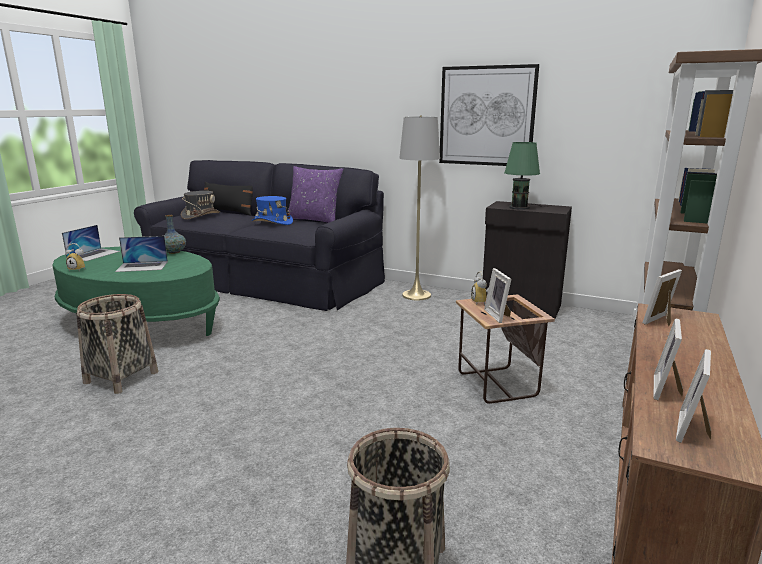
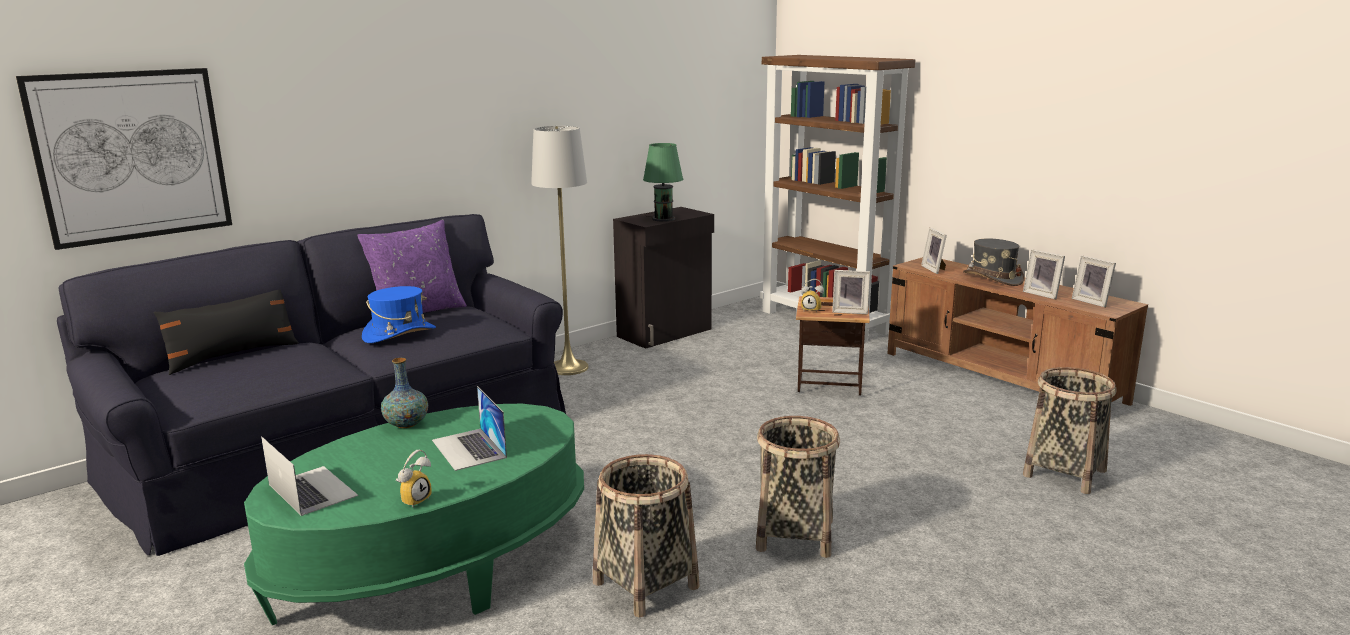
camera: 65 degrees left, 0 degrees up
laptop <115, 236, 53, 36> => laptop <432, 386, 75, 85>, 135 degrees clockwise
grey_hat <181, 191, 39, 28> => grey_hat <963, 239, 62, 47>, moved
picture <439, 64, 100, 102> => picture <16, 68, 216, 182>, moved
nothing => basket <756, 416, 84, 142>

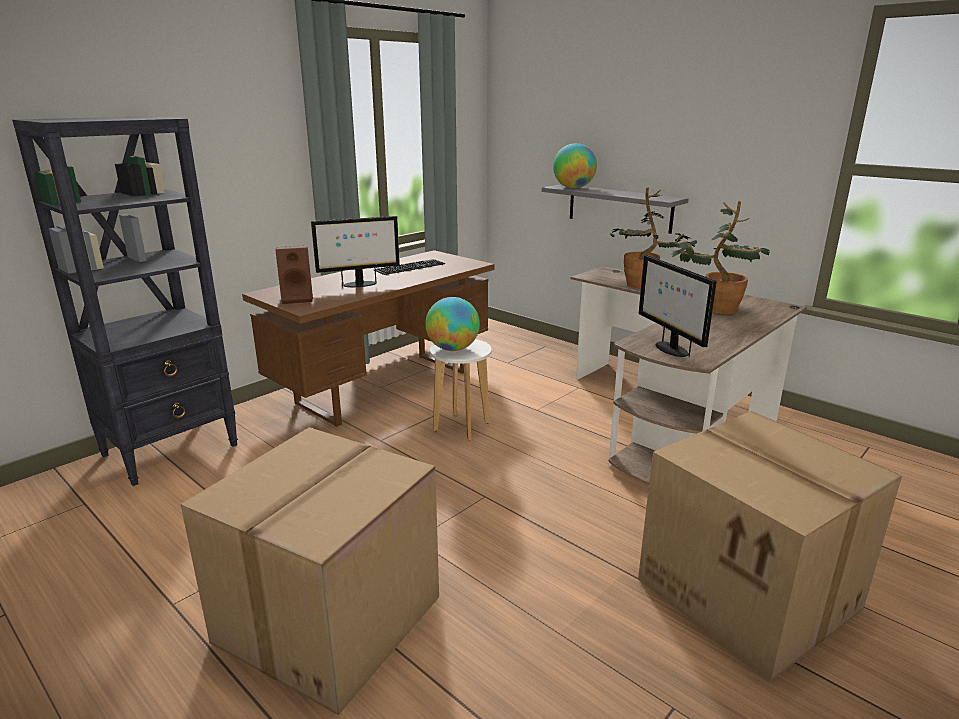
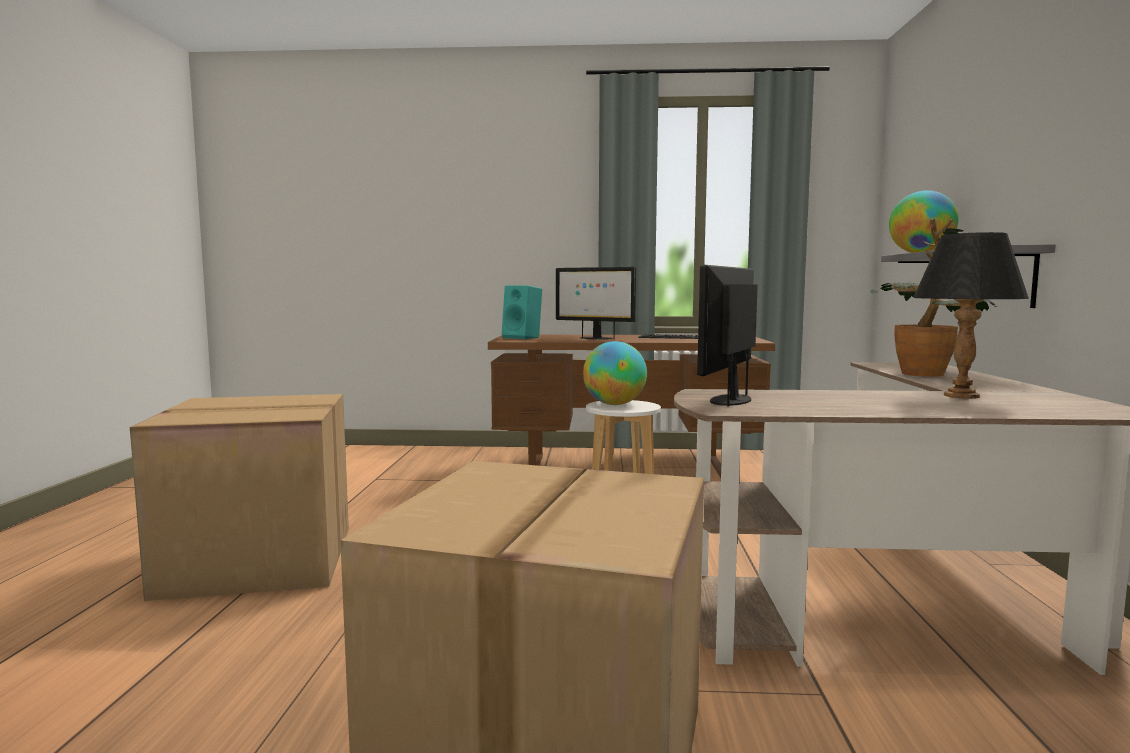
camera: 50 degrees right, 15 degrees down
black_bookcase <12, 116, 226, 370> => nothing
brown_speaker <275, 245, 38, 59> => turquoise_speaker <502, 285, 40, 54>
potted_plant <671, 201, 99, 113> => black_table_lamp <913, 232, 116, 167>

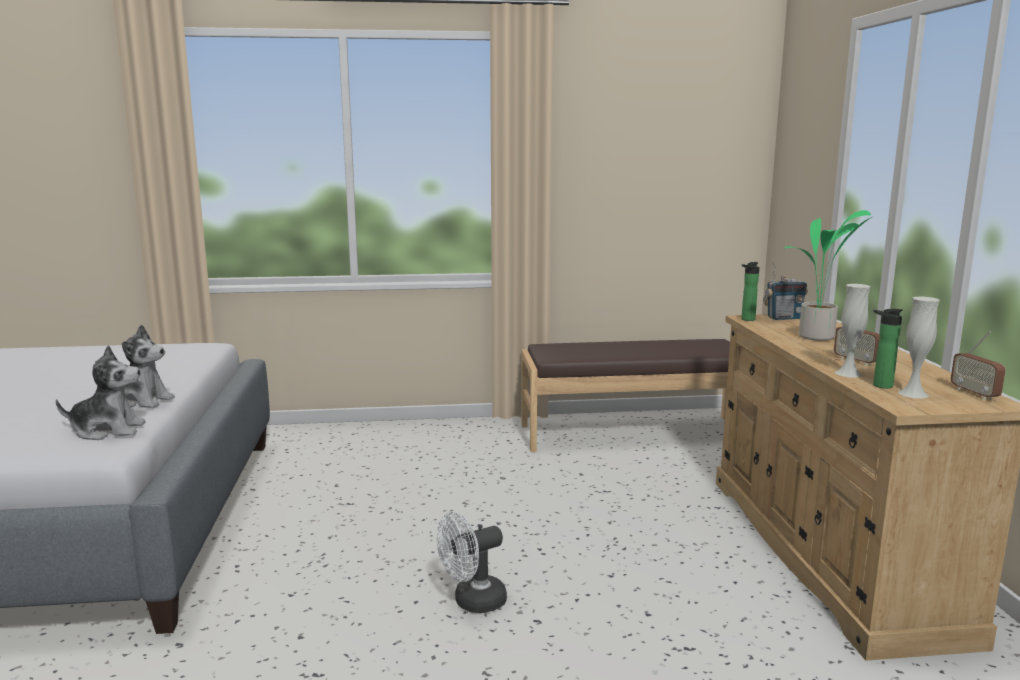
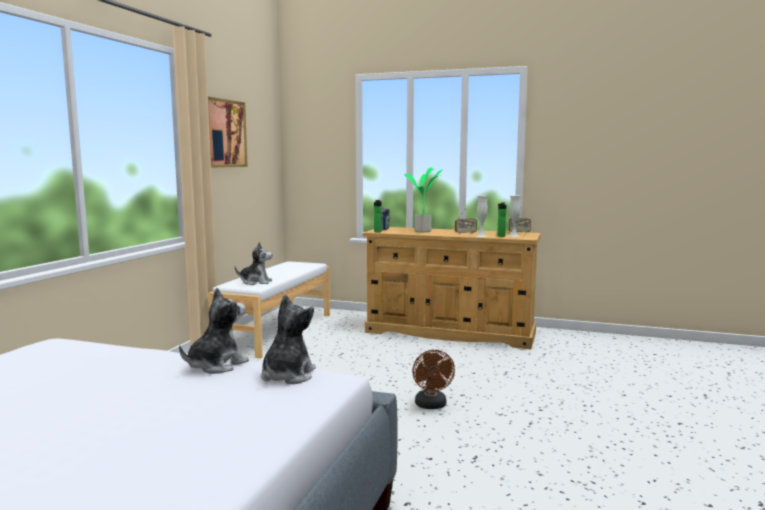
camera: 65 degrees left, 5 degrees down
white_fan <437, 512, 70, 101> => brown_fan <412, 350, 43, 59>
brown_bench <521, 339, 209, 113> => white_bench <208, 262, 122, 97>
nothing => picture <208, 97, 40, 71>
nothing => plush_toy <235, 242, 38, 43>

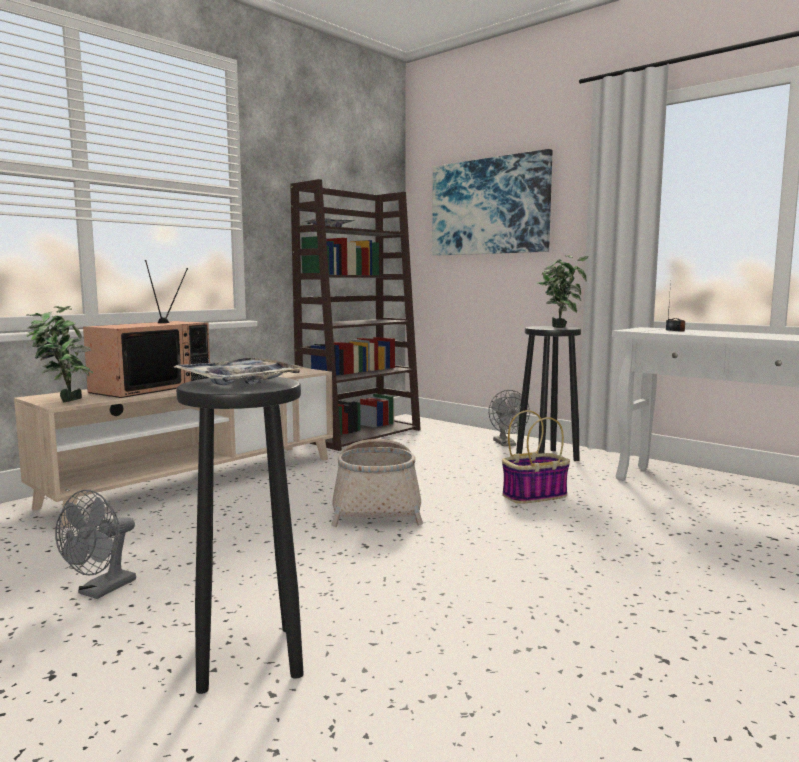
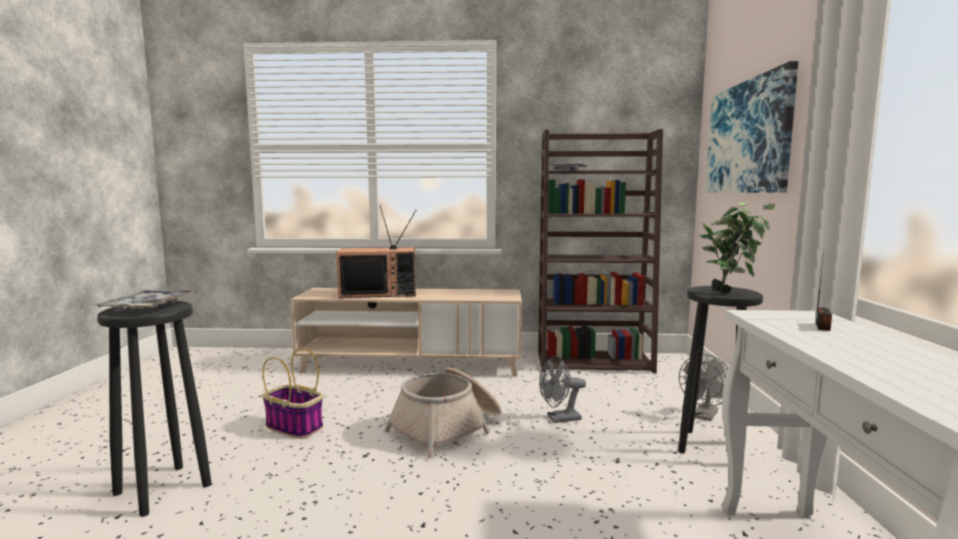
camera: 50 degrees right, 0 degrees up
potted_plant <26, 306, 67, 96> => nothing
grey_fan <55, 490, 81, 109> => grey_fan <539, 355, 47, 68>, moved
basket <502, 410, 68, 94> => basket <262, 348, 61, 91>, moved

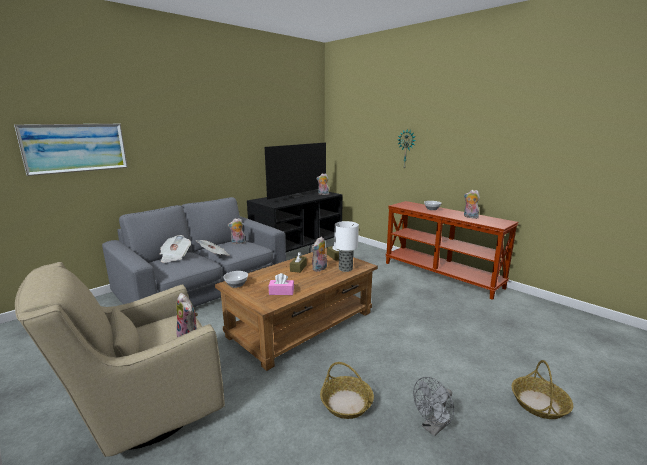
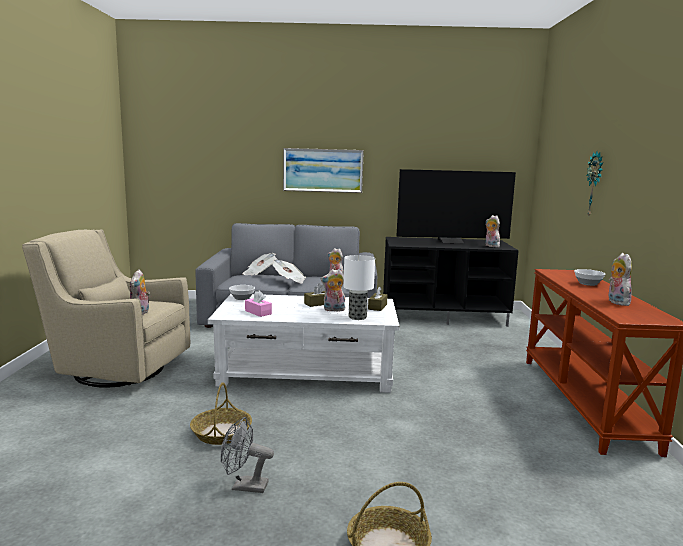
camera: 45 degrees right, 5 degrees down
picture <14, 124, 114, 52> => picture <283, 148, 81, 45>, moved
brown_coffee_table <215, 248, 163, 123> => white_coffee_table <208, 294, 192, 99>

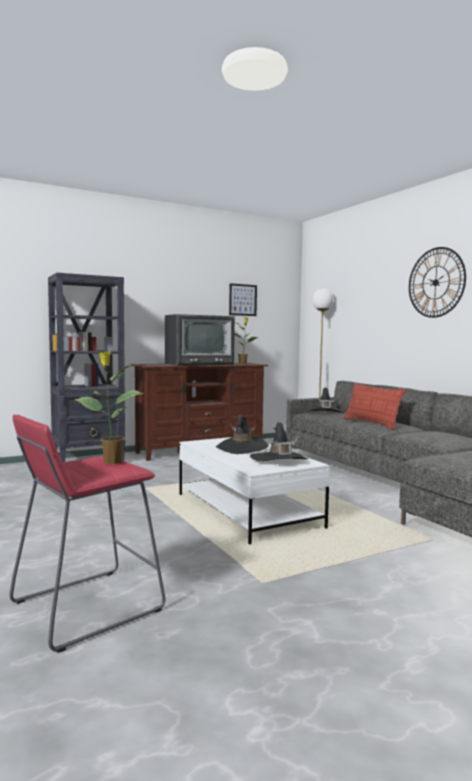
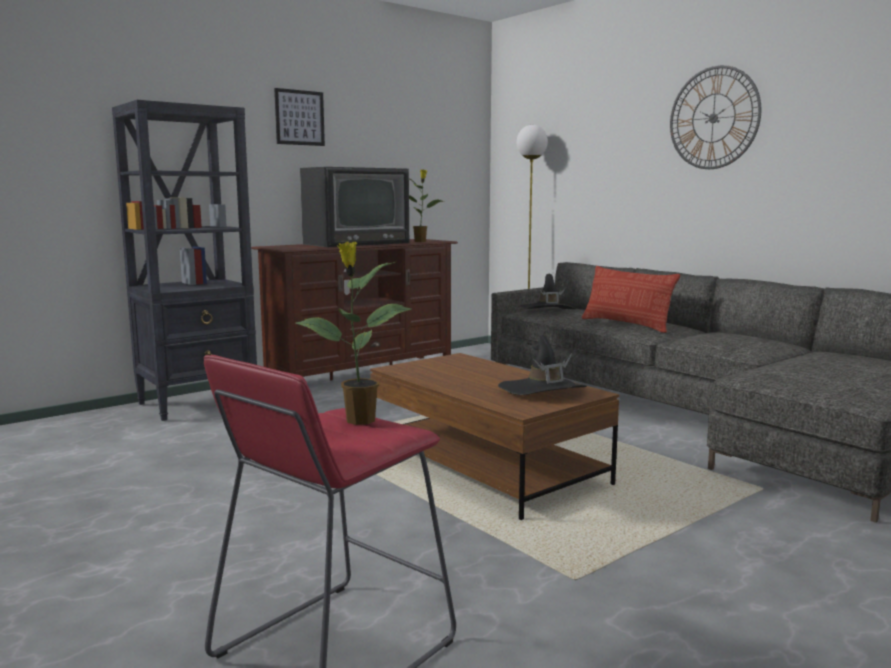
camera: 10 degrees left, 5 degrees up
white_coffee_table <179, 437, 151, 108> => brown_coffee_table <370, 353, 249, 167>
black_hat <216, 415, 53, 39> => nothing
picture <229, 283, 28, 33> => picture <274, 88, 51, 58>, moved

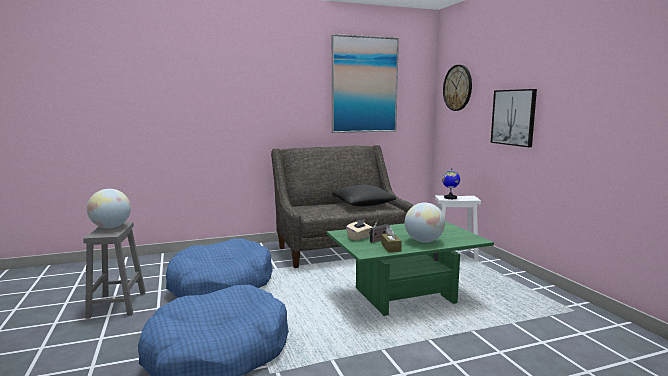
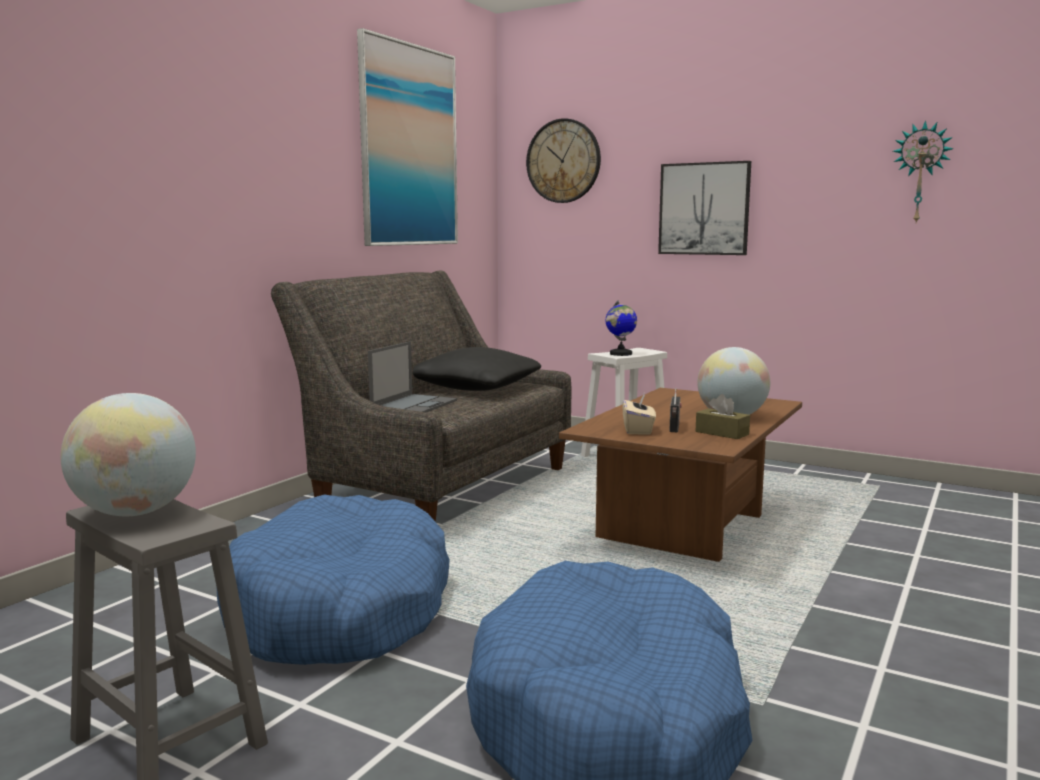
camera: 40 degrees left, 0 degrees up
green_coffee_table <327, 221, 167, 95> => brown_coffee_table <559, 388, 243, 174>
nothing => laptop <368, 341, 89, 71>
nothing => wall_clock <893, 120, 61, 102>

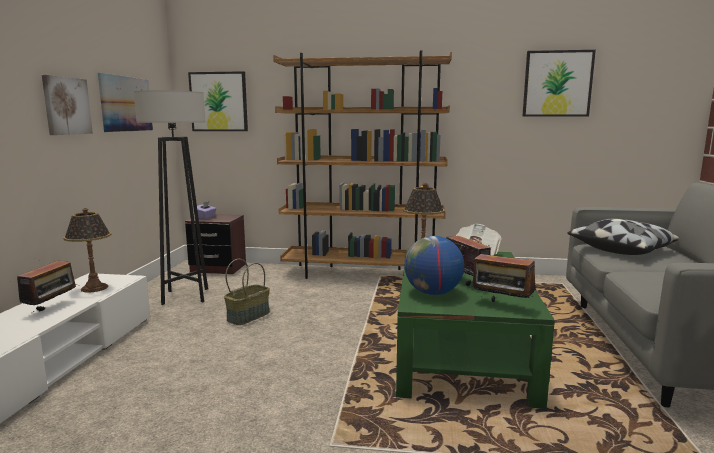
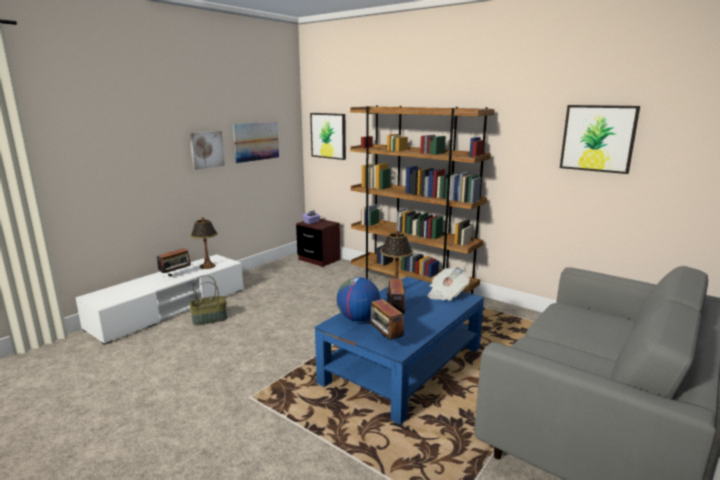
camera: 30 degrees right, 5 degrees up
grey_floor_lamp <134, 90, 74, 215> => nothing
basket <224, 259, 46, 66> => basket <189, 275, 38, 51>, moved
green_coffee_table <396, 248, 159, 161> => blue_coffee_table <315, 276, 169, 149>
pillow <567, 218, 112, 37> => nothing

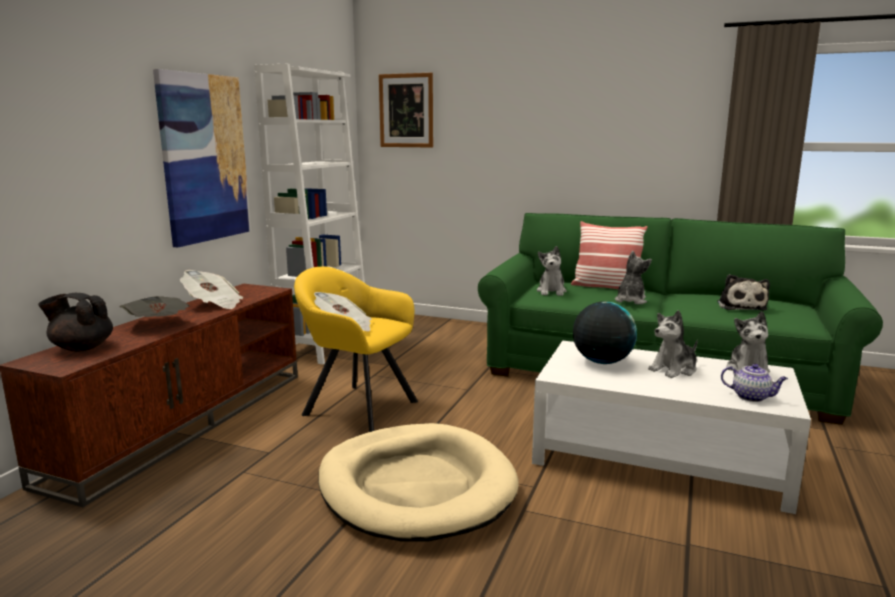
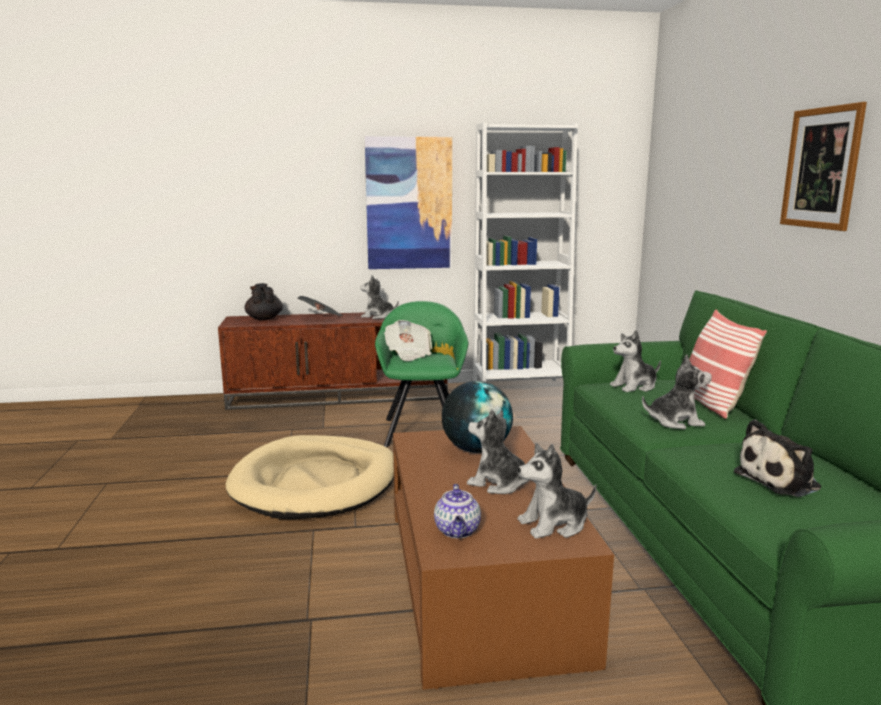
camera: 60 degrees right, 0 degrees up
newspaper <180, 270, 63, 39> => plush_toy <360, 275, 39, 44>
yellow_armchair <294, 267, 124, 165> => green_armchair <375, 301, 93, 146>
picture <379, 73, 54, 75> => picture <780, 102, 87, 129>, moved
white_coffee_table <532, 340, 279, 174> => brown_coffee_table <393, 426, 221, 264>

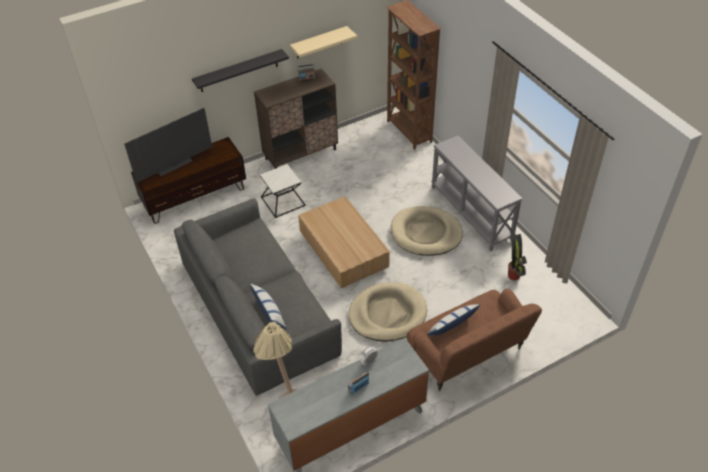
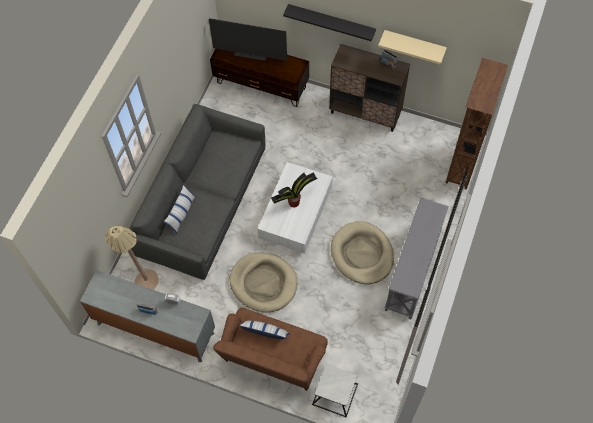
camera: 50 degrees right, 15 degrees up
side_table <260, 164, 46, 54> => side_table <312, 364, 46, 53>, moved
brown_coffee_table <298, 196, 92, 93> => white_coffee_table <258, 162, 75, 92>
potted_plant <508, 232, 19, 48> => potted_plant <271, 172, 47, 35>, moved

